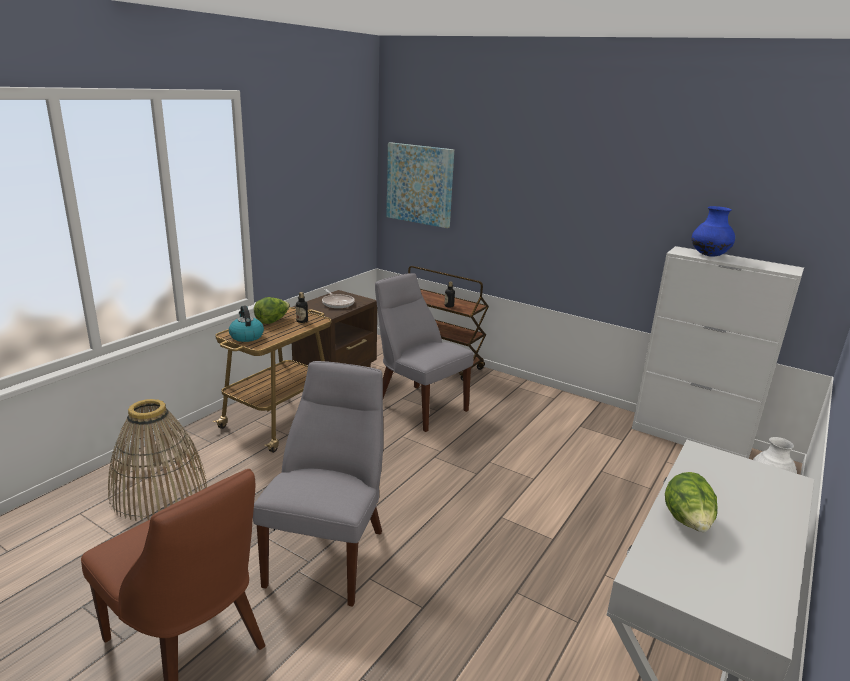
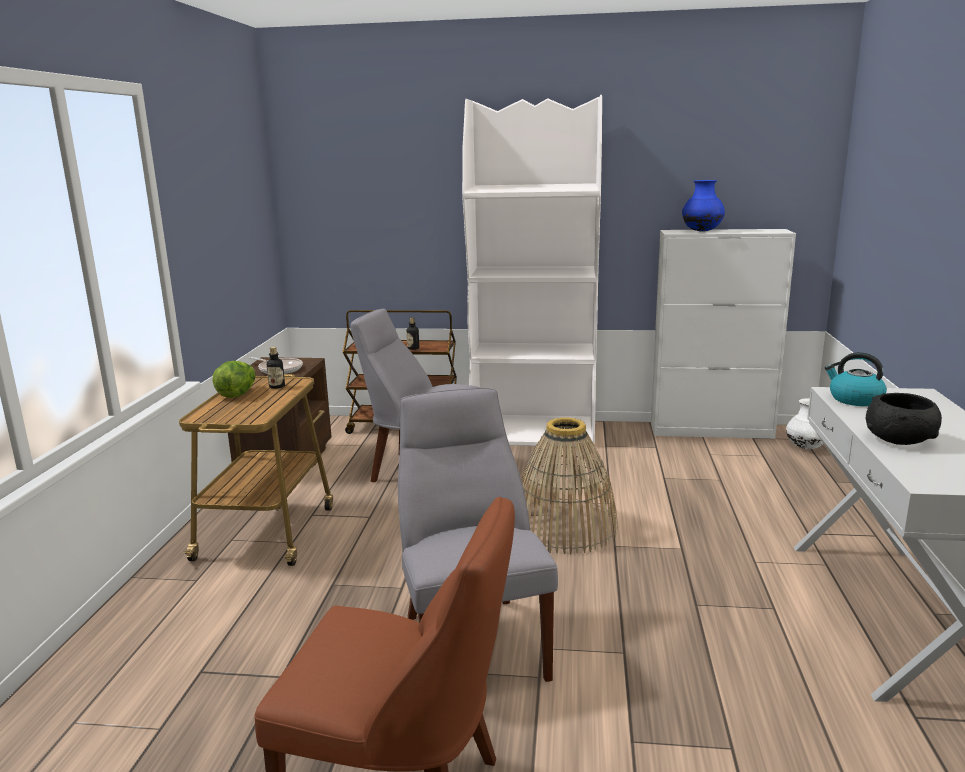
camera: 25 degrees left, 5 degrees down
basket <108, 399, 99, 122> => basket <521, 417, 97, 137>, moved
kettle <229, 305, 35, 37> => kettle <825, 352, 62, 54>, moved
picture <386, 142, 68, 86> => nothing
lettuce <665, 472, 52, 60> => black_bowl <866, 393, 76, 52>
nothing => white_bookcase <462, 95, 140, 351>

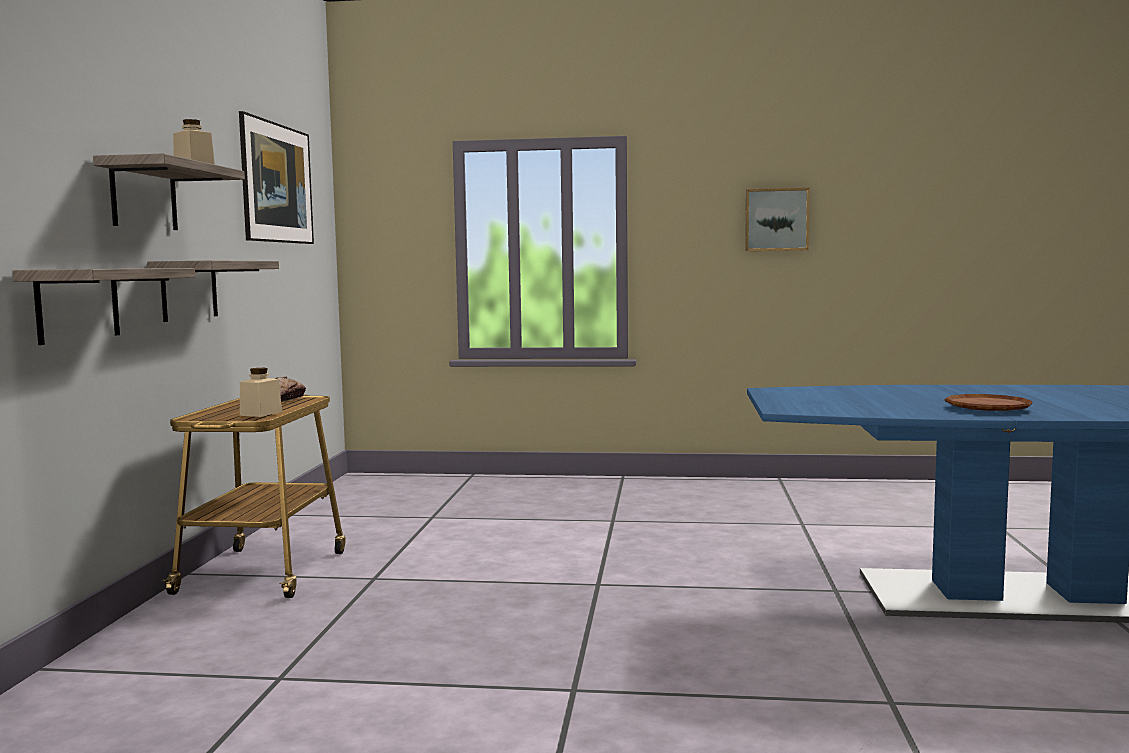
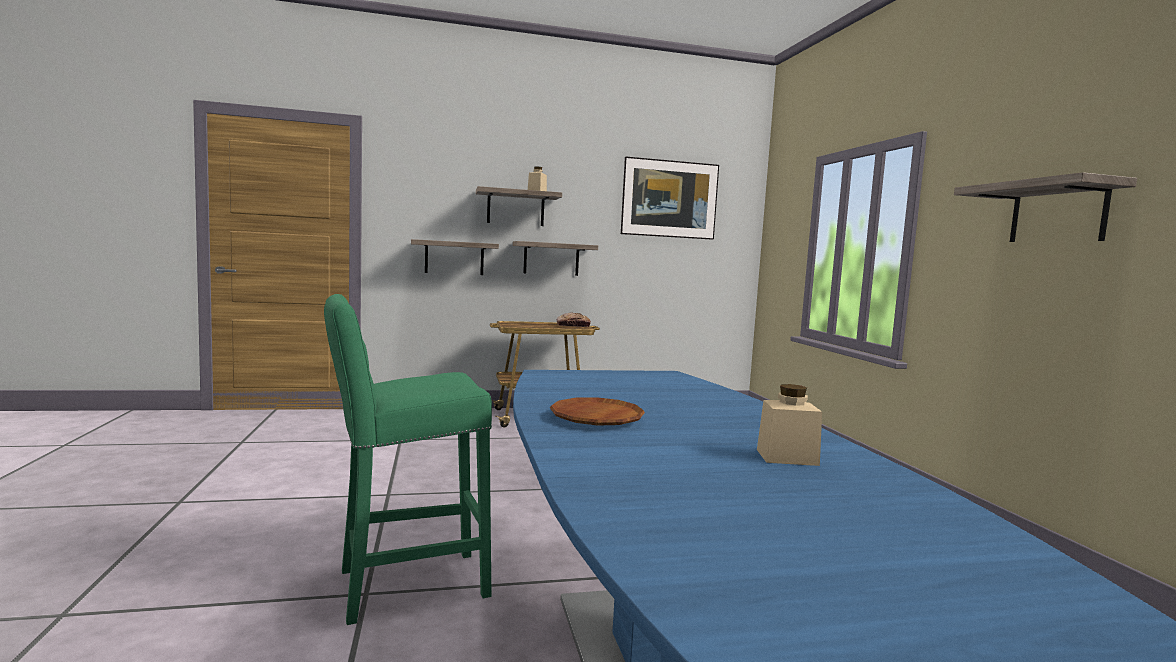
camera: 70 degrees right, 0 degrees up
beige_jar <240, 368, 42, 49> => beige_jar <757, 384, 65, 82>, moved
picture <745, 188, 65, 63> => shelf <954, 172, 183, 70>
nothing => green_stool <324, 294, 168, 331>

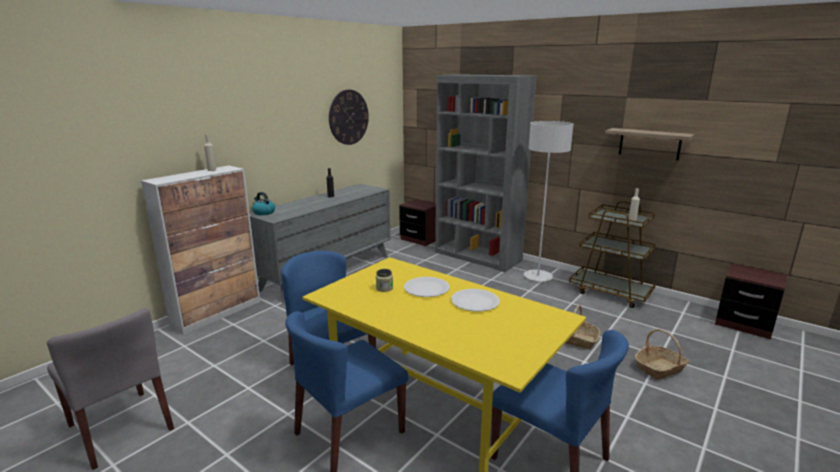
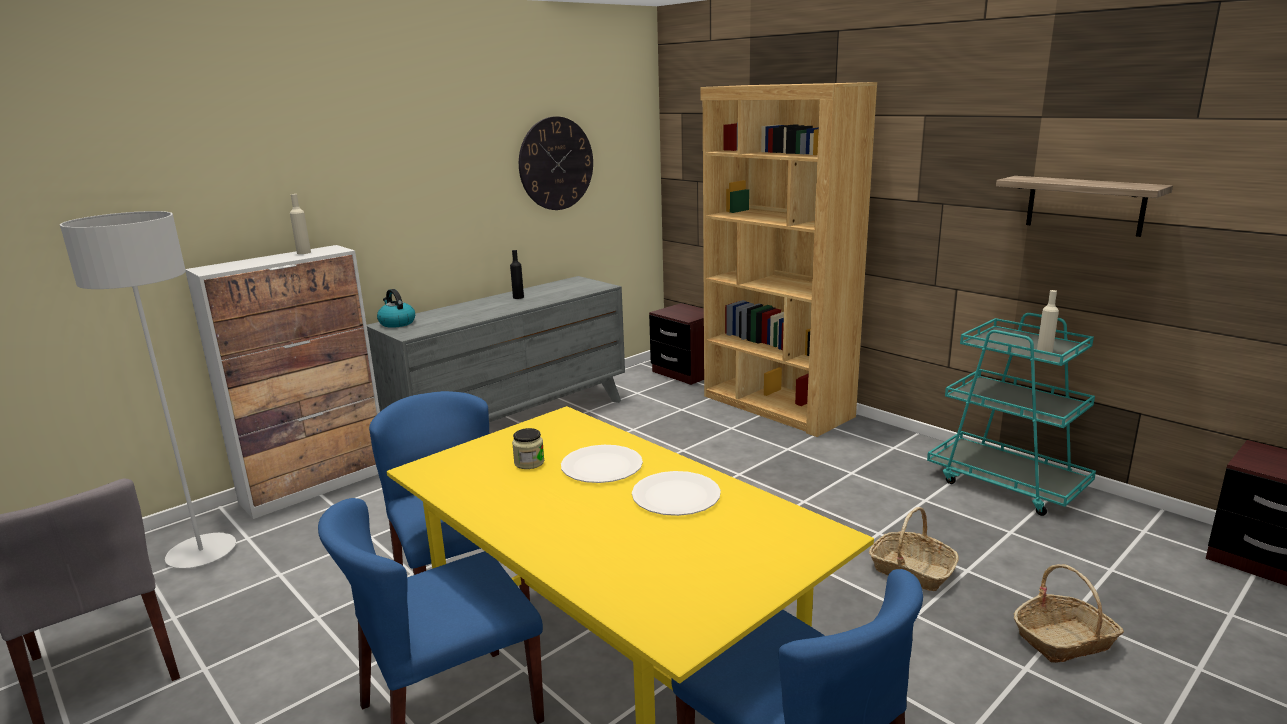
camera: 10 degrees right, 0 degrees up
grey_bookcase <435, 74, 102, 198> => brown_bookcase <701, 82, 176, 355>
grey_floor_lamp <524, 121, 50, 160> => grey_floor_lamp <60, 211, 176, 357>, moved
brown_cart <569, 201, 87, 107> => turquoise_cart <927, 313, 169, 203>

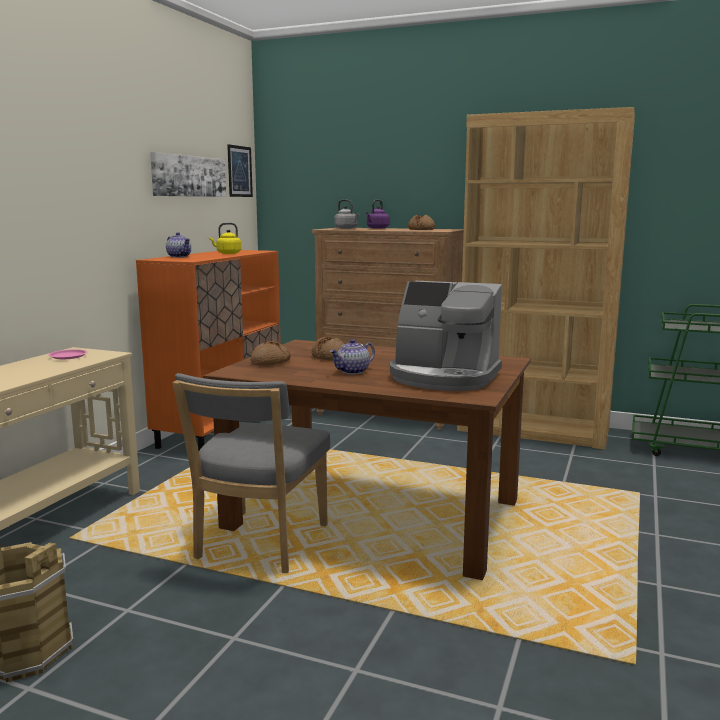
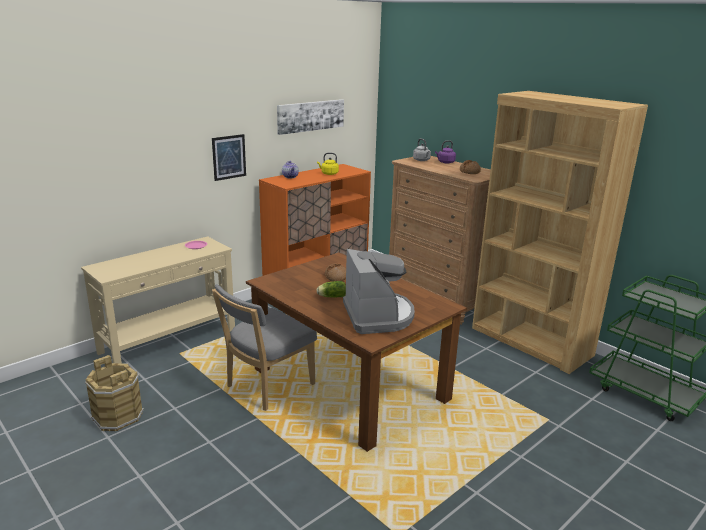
camera: 25 degrees right, 10 degrees up
picture <227, 144, 26, 53> => picture <212, 134, 34, 47>, moved
bread <250, 341, 41, 25> => nothing
teapot <330, 339, 45, 35> => lettuce <316, 281, 30, 17>
coffee_machine <390, 281, 112, 110> => coffee_machine <343, 249, 72, 85>, 150 degrees counterclockwise

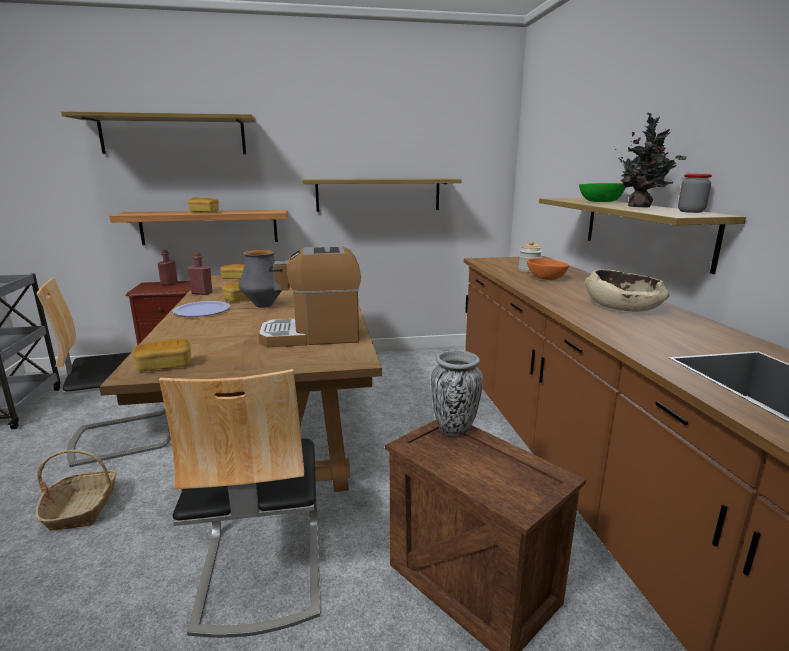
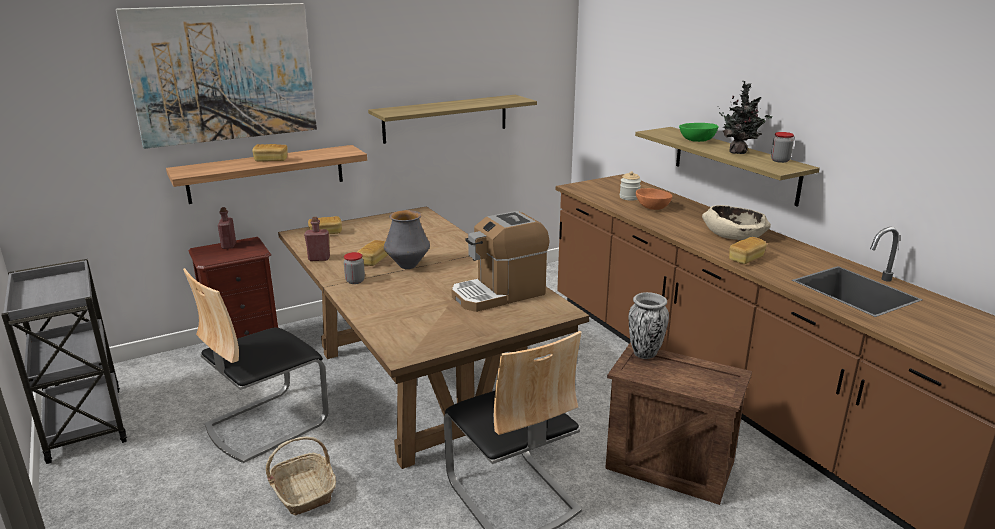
camera: 20 degrees left, 5 degrees up
shelf <61, 111, 195, 43> => picture <116, 3, 201, 146>
bread <133, 339, 58, 33> => bread <729, 237, 38, 27>, moved
plate <172, 301, 58, 16> => jar <344, 252, 21, 32>

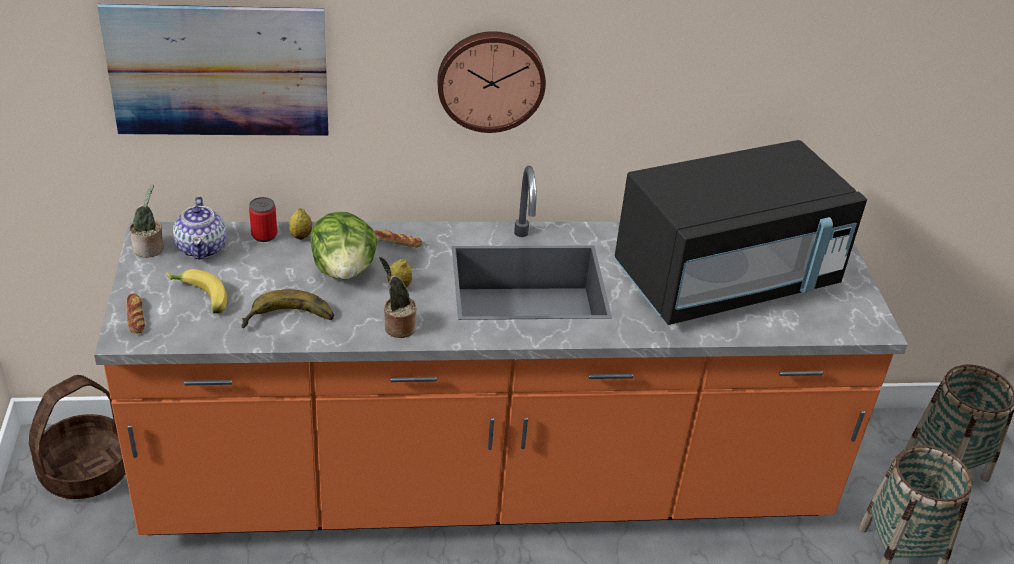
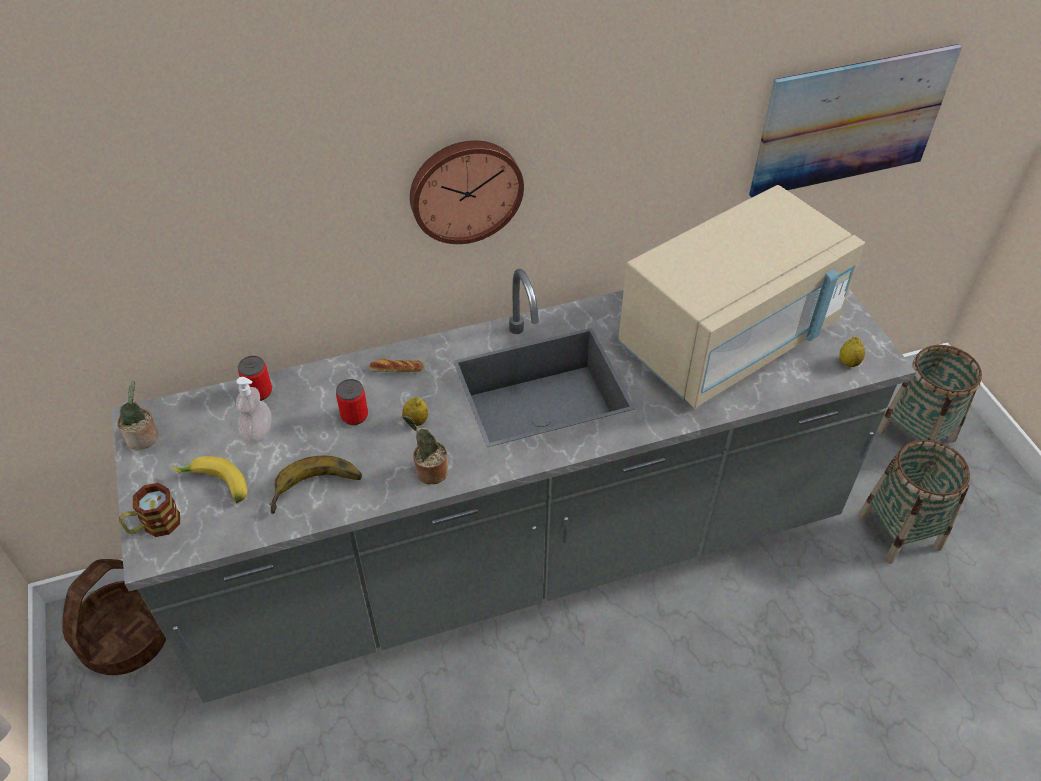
camera: 10 degrees left, 10 degrees up
orange_counter <94, 166, 814, 369> => grey_counter <112, 269, 804, 434>
picture <97, 4, 231, 132> => picture <749, 44, 213, 154>, moved
bread <126, 293, 19, 41> => mug <119, 483, 61, 54>
teapot <173, 196, 54, 64> => nothing
lemon <289, 208, 23, 32> => lemon <839, 337, 26, 30>, moved
lettuce <311, 212, 67, 68> => can <336, 379, 32, 46>
black_microwave <614, 140, 253, 185> => beige_microwave <618, 185, 247, 223>
nothing => soap_dispenser <236, 377, 36, 67>

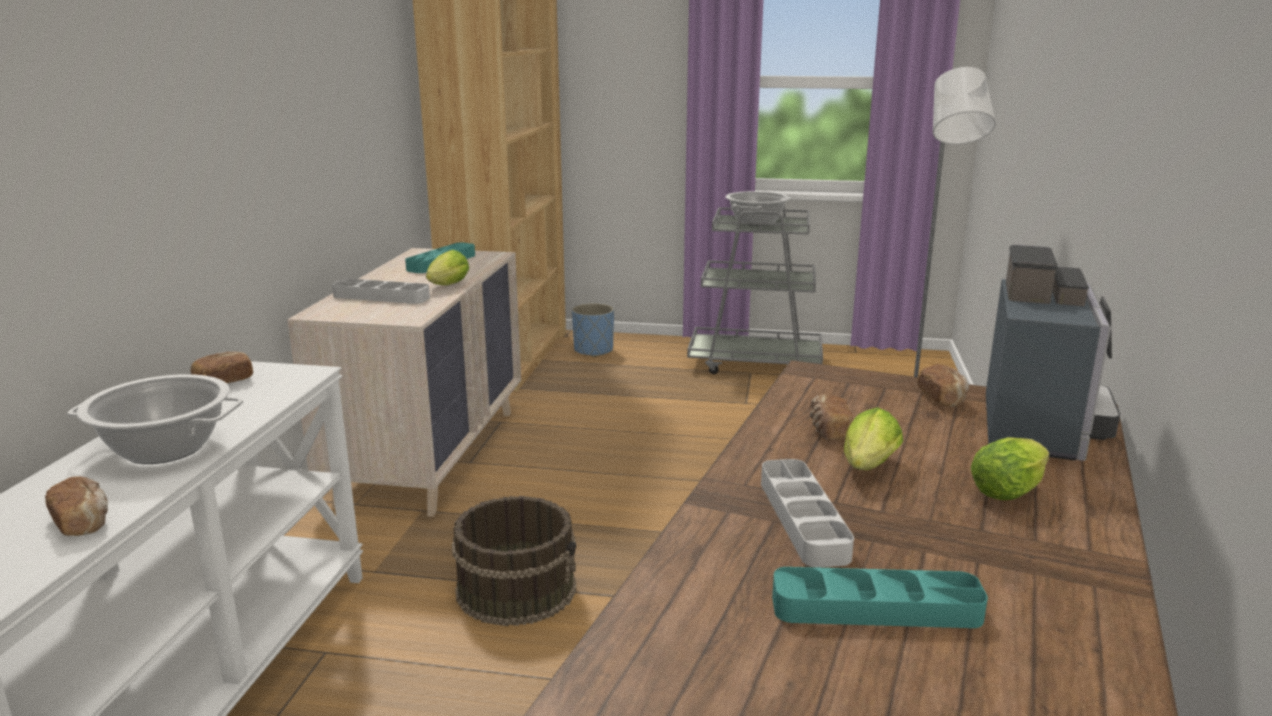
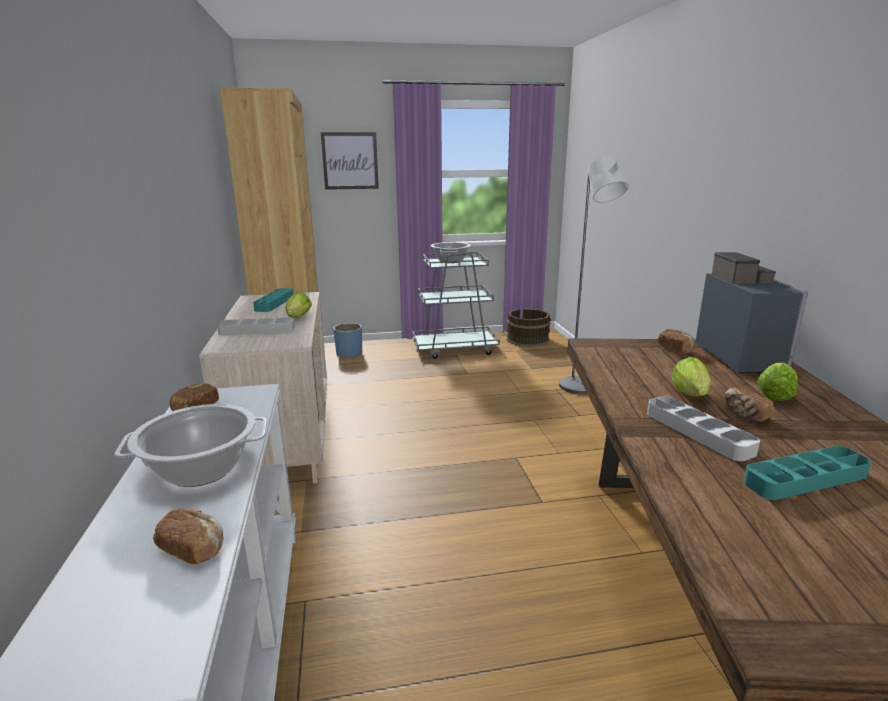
camera: 20 degrees left, 0 degrees up
brown_bucket <452, 496, 124, 130> => brown_bucket <506, 309, 45, 38>, moved
bread <810, 395, 43, 46> => bread <725, 387, 50, 35>, moved
nothing => picture <321, 132, 58, 58>

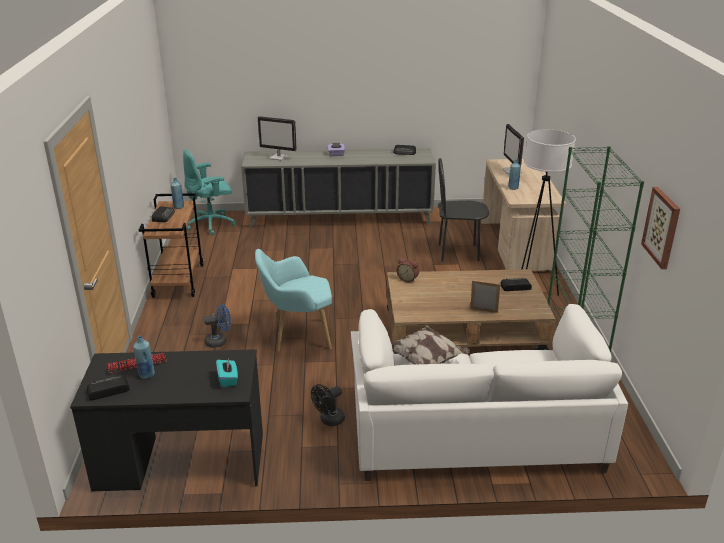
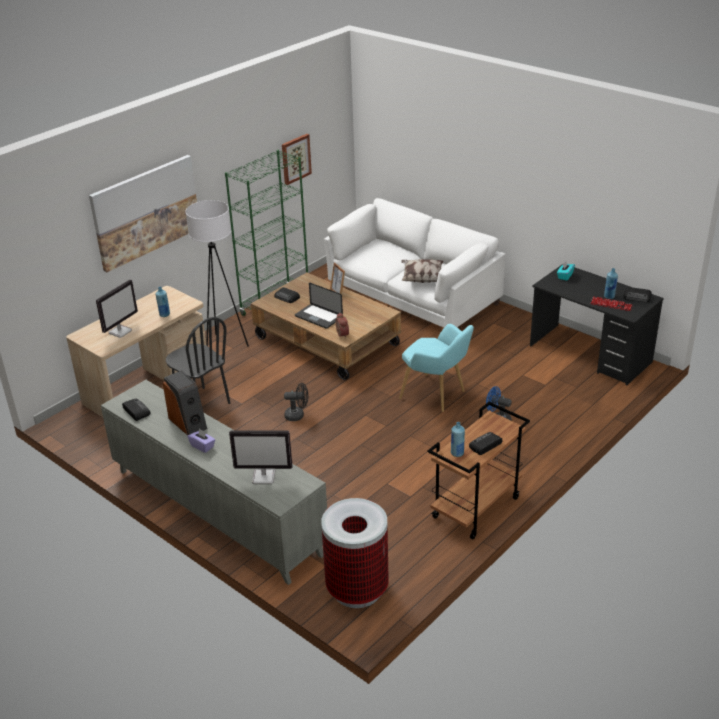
camera: 135 degrees left, 5 degrees up
turquoise_office_chair <183, 149, 53, 86> => trash_can <321, 498, 68, 110>
monitor <258, 116, 39, 44> => monitor <229, 430, 64, 54>, 120 degrees clockwise
black_fan <311, 384, 34, 42> => black_fan <284, 383, 24, 38>, moved
nothing => picture <89, 155, 108, 117>
nothing => speaker <163, 370, 44, 65>
nothing => laptop <295, 283, 48, 46>

